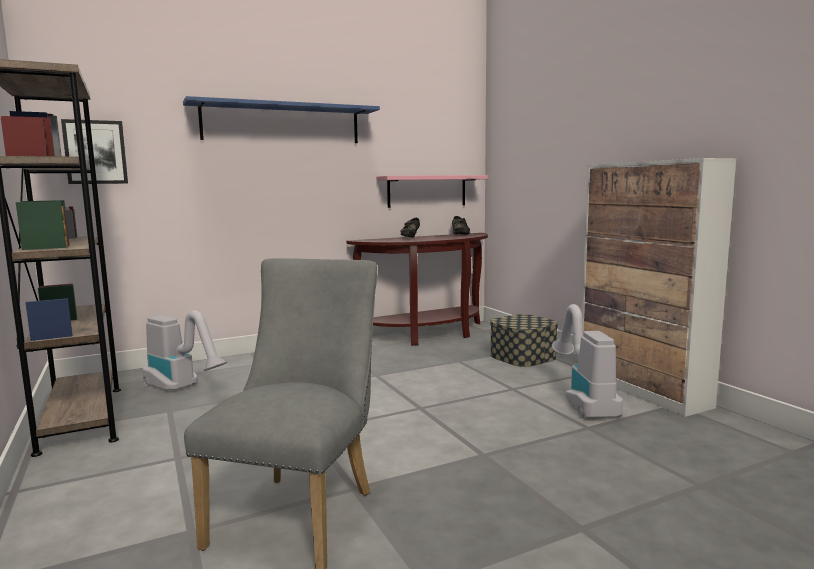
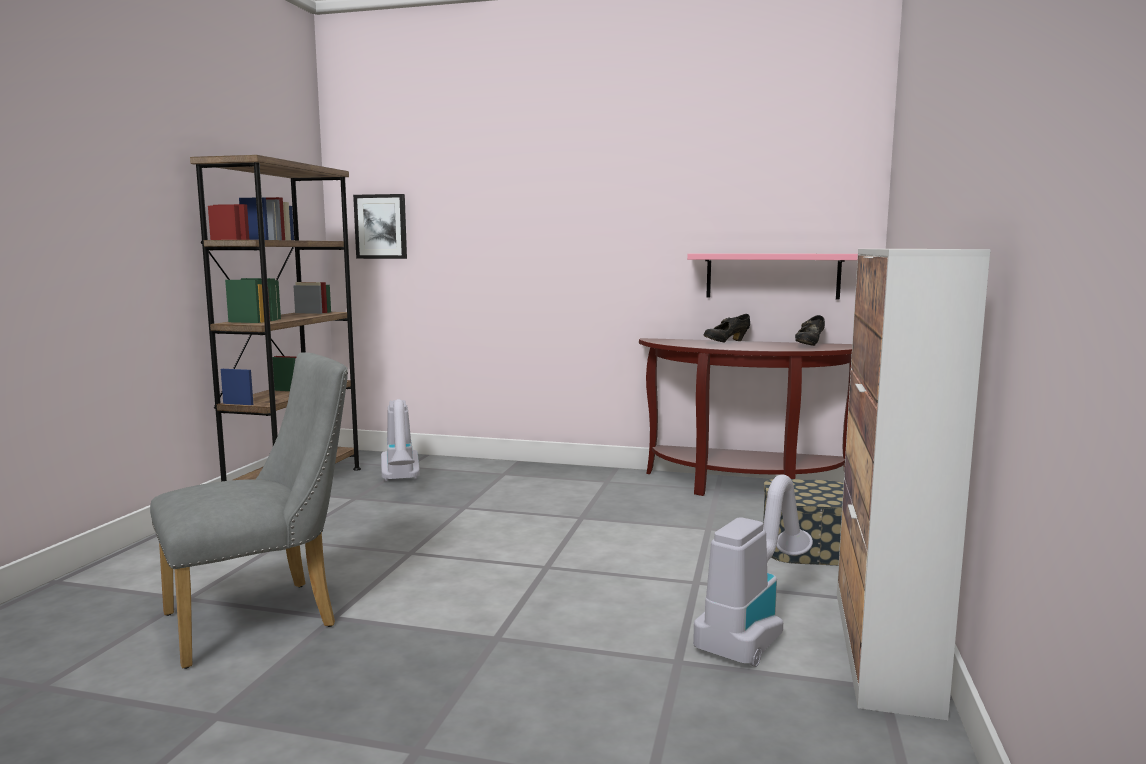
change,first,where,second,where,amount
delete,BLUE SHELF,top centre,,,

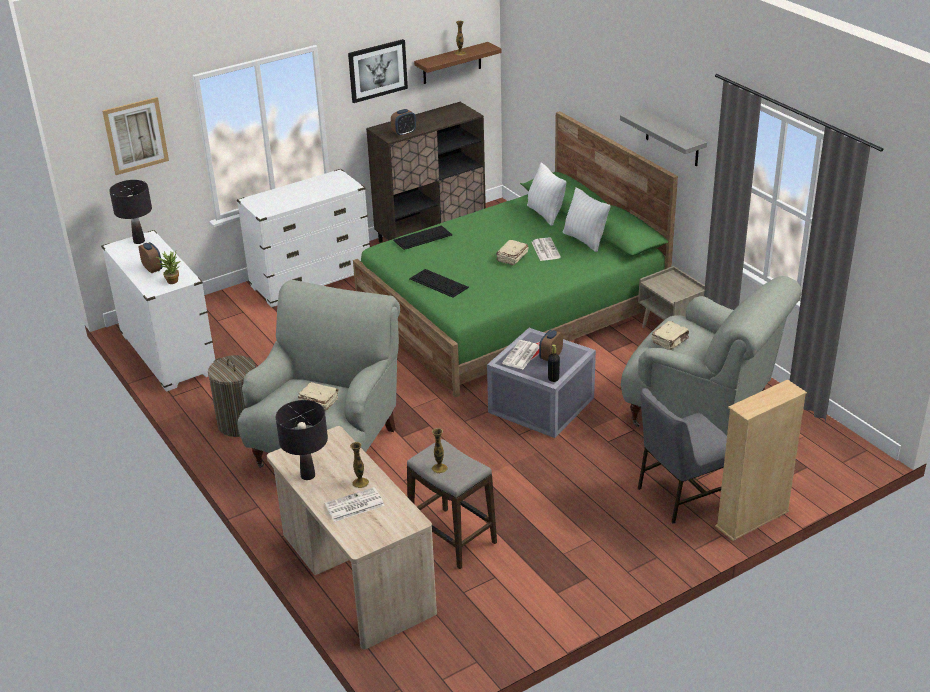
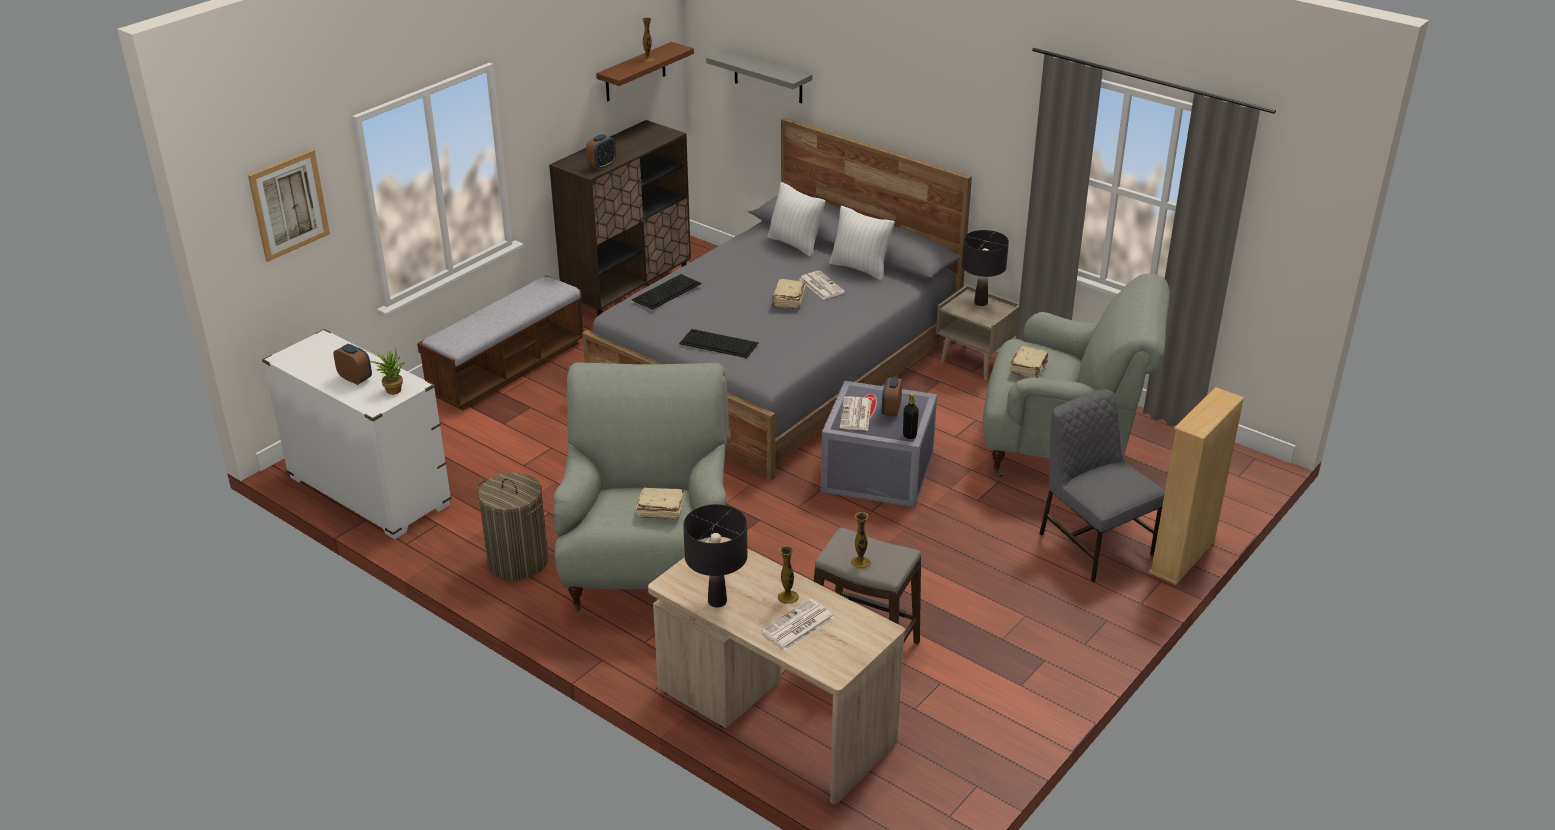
change,first,where,second,where,amount
replace,WHITE DRESSER (2nd from left),middle left,BENCH,middle left,
recolor,GREEN BED,centre,GREY BED,centre,
move,GREY SHELF,top right,,top centre,
move,BLACK TABLE LAMP (1st from left in the first image),top left,BLACK TABLE LAMP (2nd from left),top centre,
rotate,GREY CHAIR,middle right,,middle right,105 degrees clockwise
delete,PICTURE (2nd from left),top centre,,,

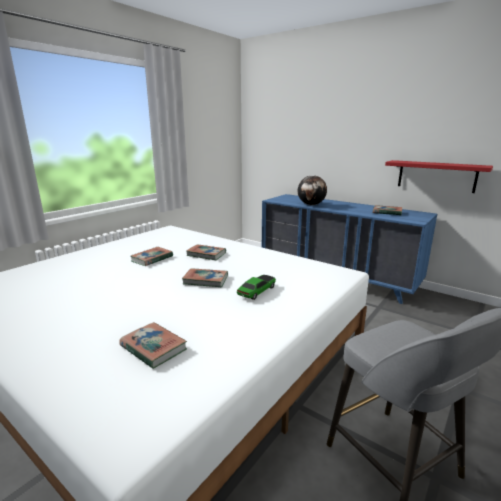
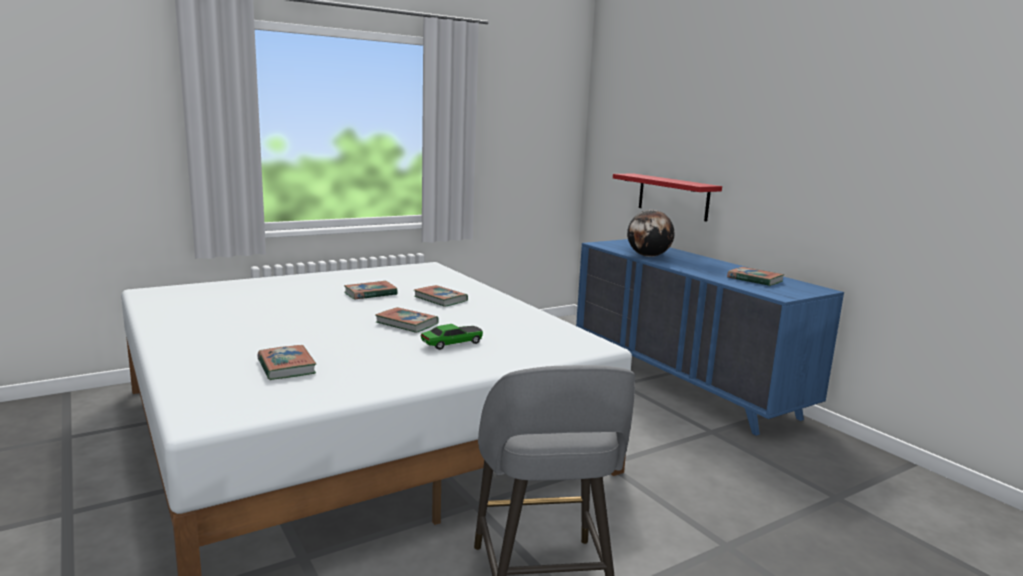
change,first,where,second,where,amount
move,RED SHELF,middle right,,centre,

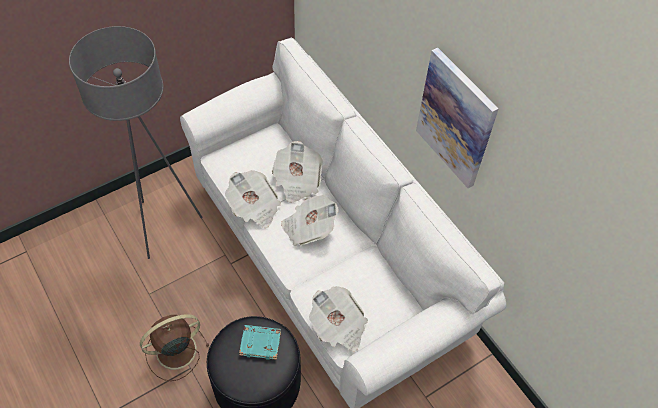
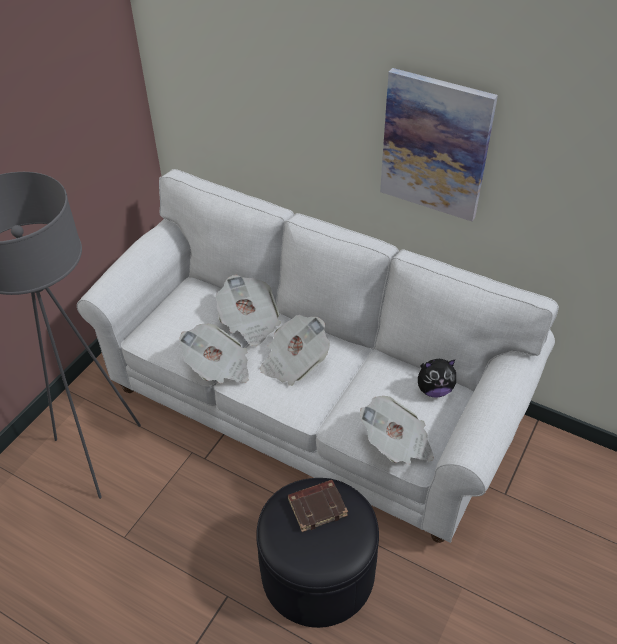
change,first,where,second,where,amount
recolor,TURQUOISE BOOK,bottom centre,BROWN BOOK,bottom centre,
insert,,,PLUSH TOY,middle right,
delete,BROWN FAN,bottom left,,,

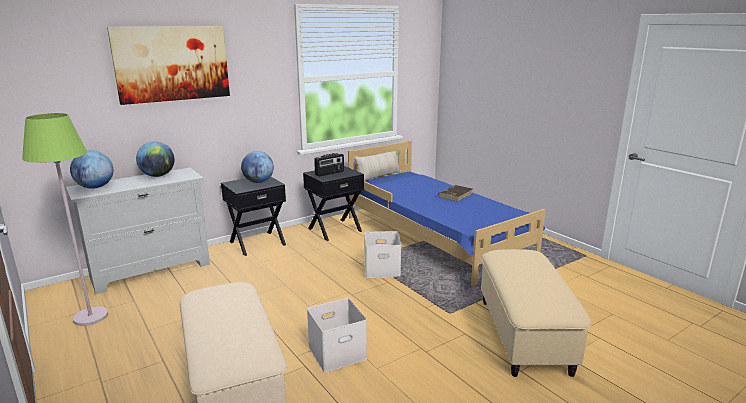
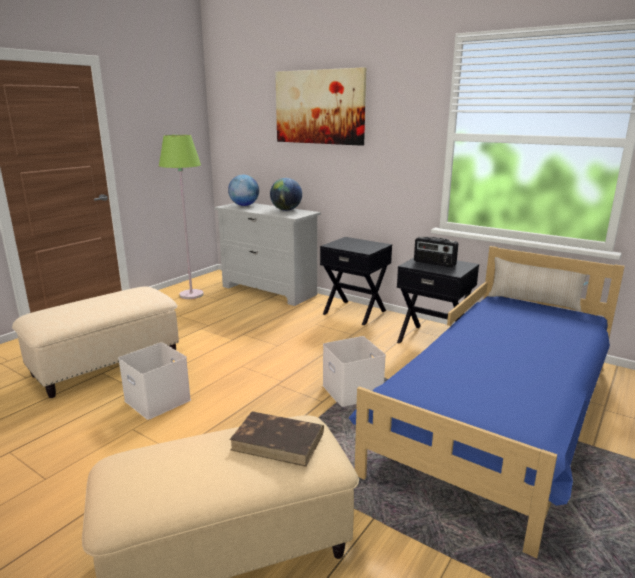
change,first,where,second,where,amount
move,BROWN BOOK,centre,,bottom centre,
delete,GLOBE (3rd from left),centre,,,

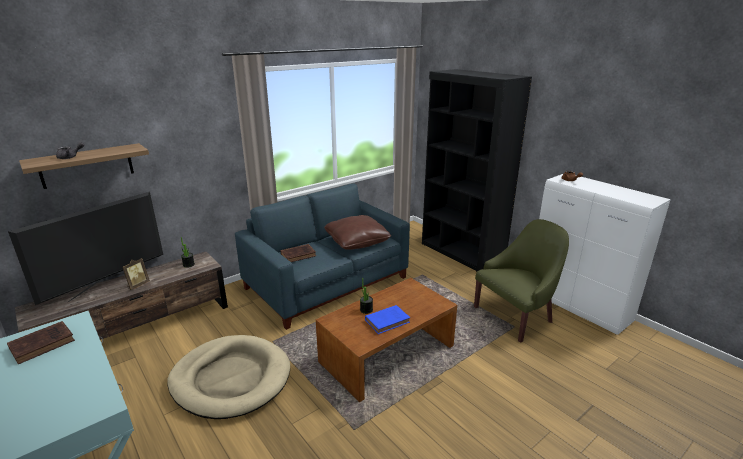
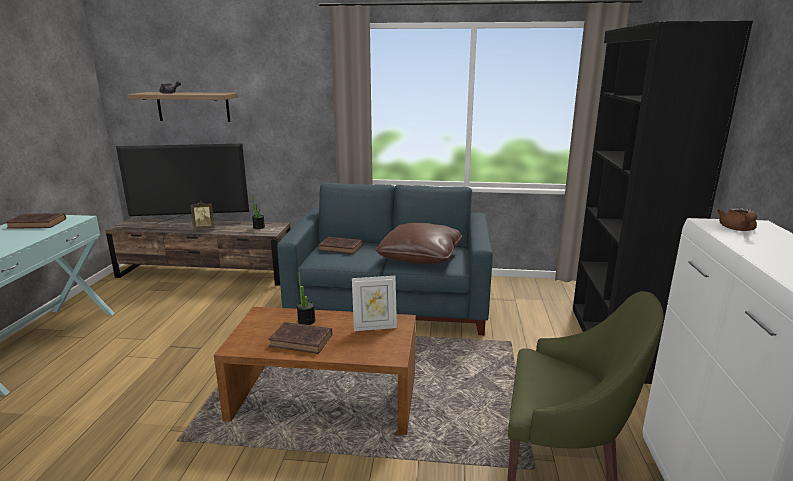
change,first,where,second,where,amount
recolor,BLUE BOOK,bottom centre,BROWN BOOK (2nd from left),bottom centre,
insert,,,PICTURE FRAME (2nd from left),centre,
delete,BEIGE DOG BED,bottom left,,,

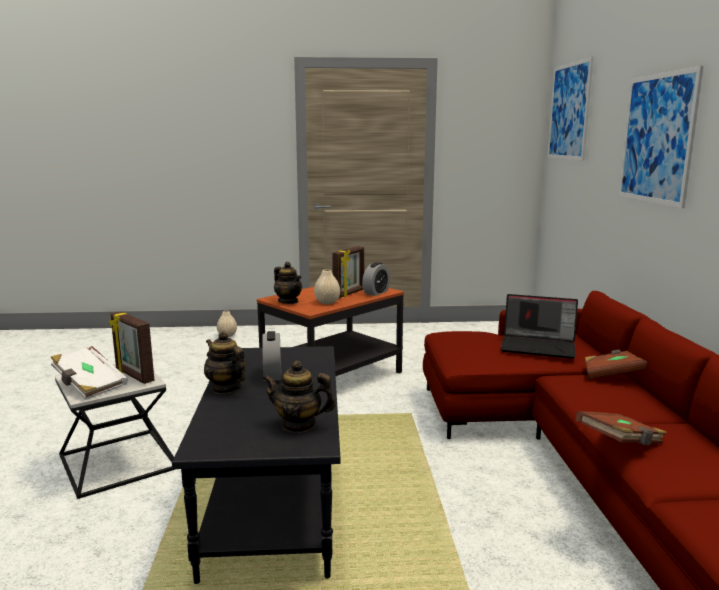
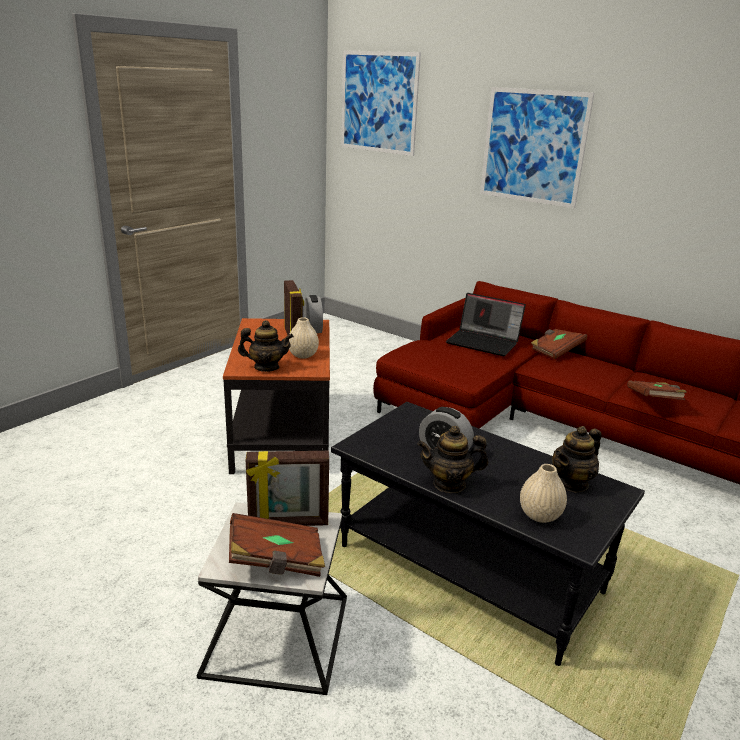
change,first,where,second,where,amount
recolor,WHITE BOOK,middle left,BROWN BOOK (1st from left),bottom centre,
rotate,LAPTOP,middle right,,centre,60 degrees clockwise
move,BEIGE VASE (1st from left in the first image),middle left,BEIGE VASE (2nd from left),middle right,

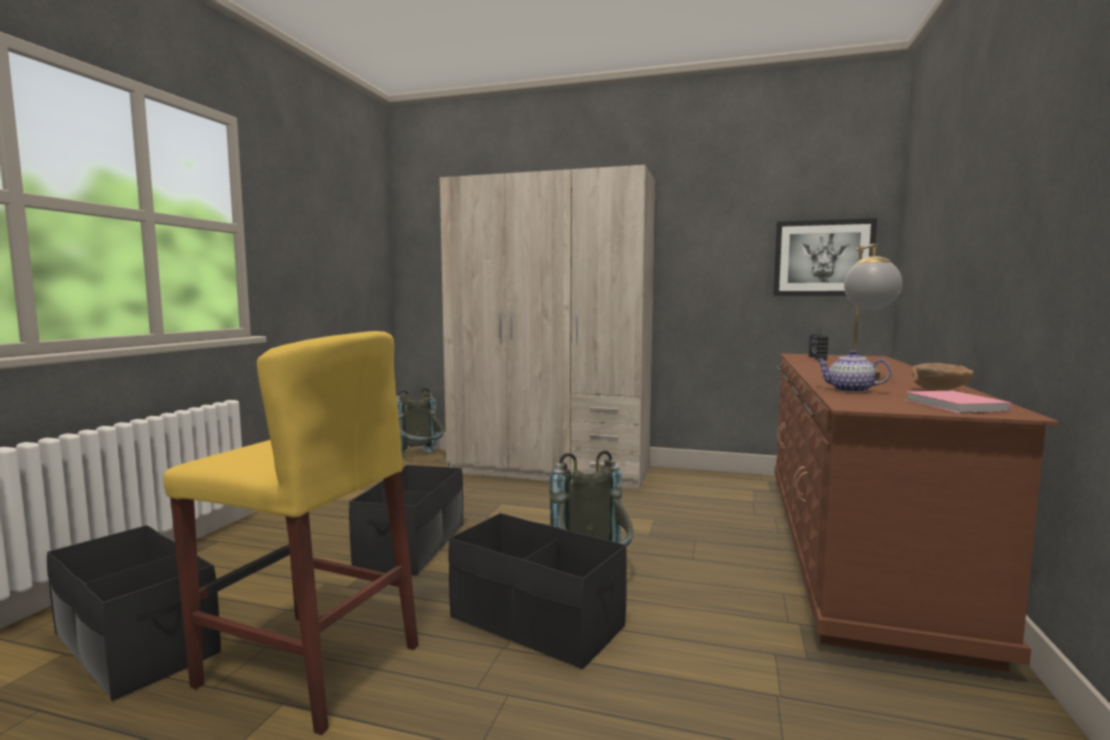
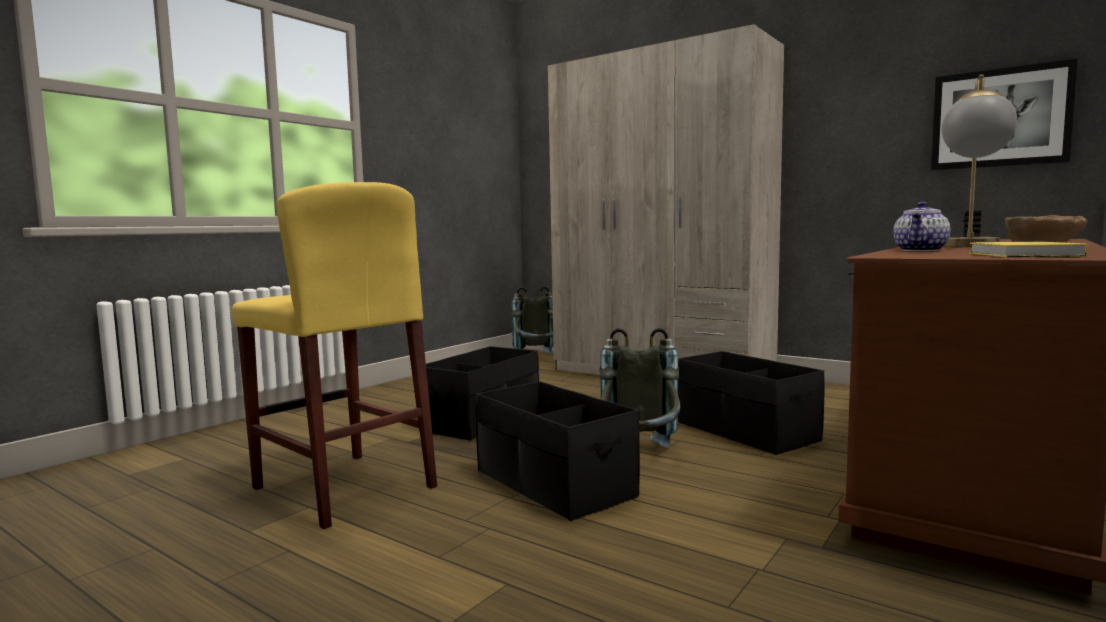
change,first,where,second,where,amount
move,BLACK STORAGE BOX (1st from left in the first image),bottom left,BLACK STORAGE BOX (3rd from left),middle right,
rotate,TEAPOT,middle right,,middle right,105 degrees counterclockwise
recolor,PINK BOOK,middle right,YELLOW BOOK,middle right,

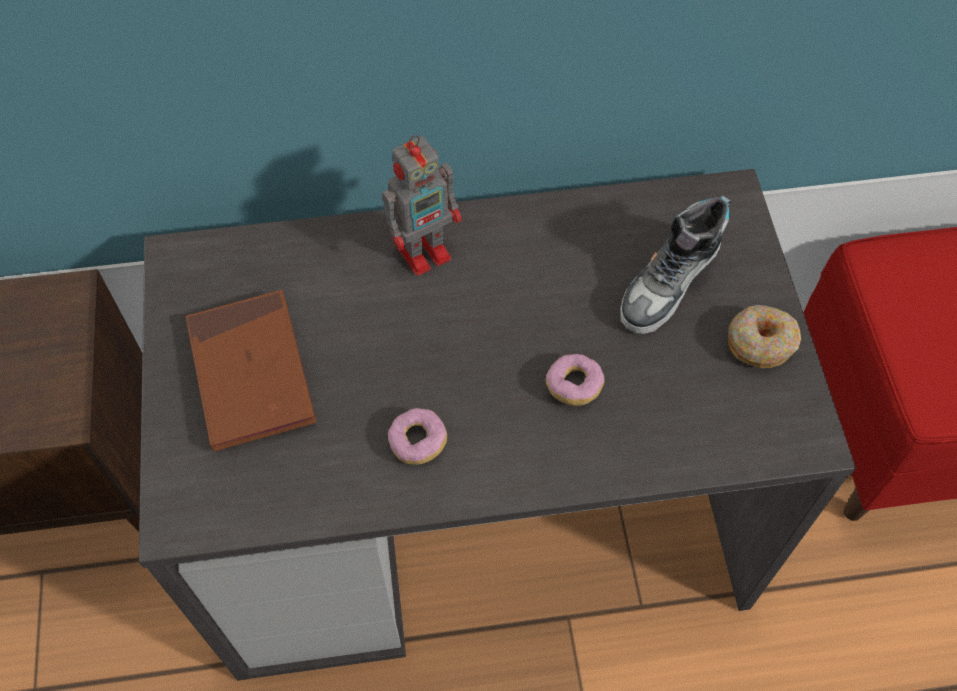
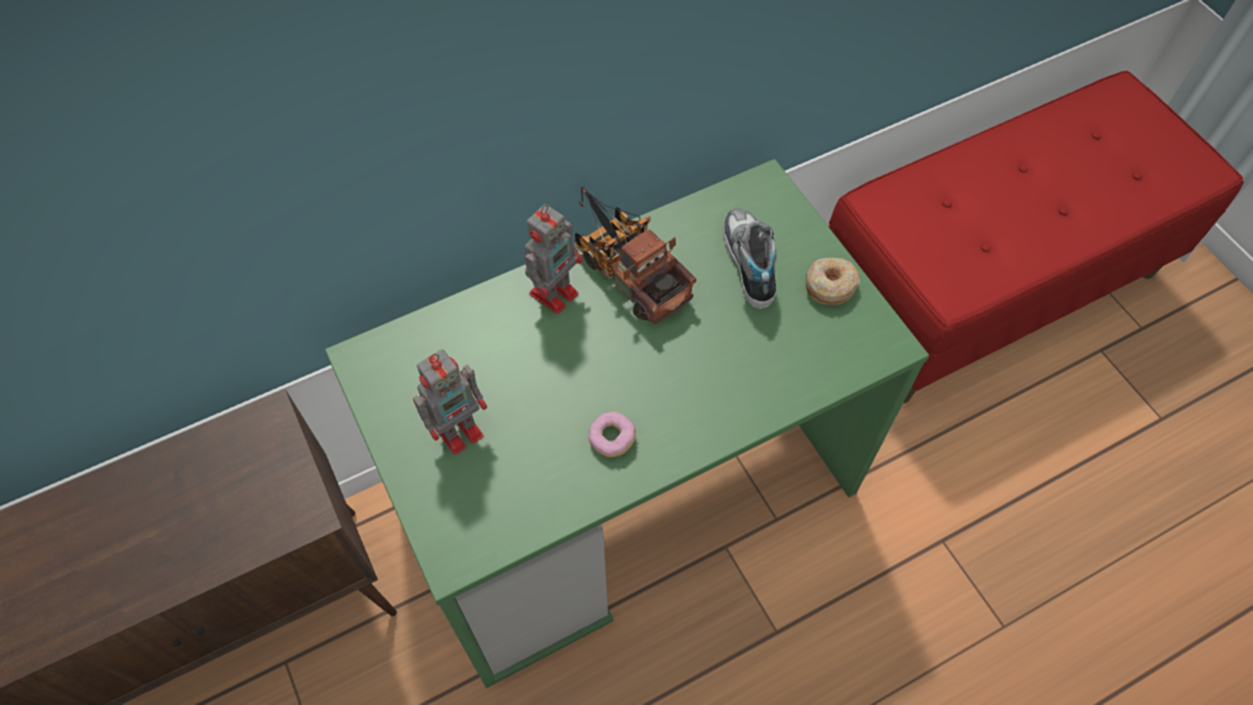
change,first,where,second,where,amount
recolor,GREY DESK,centre,GREEN DESK,centre,
replace,BROWN BOOK,middle left,TOY ROBOT (1st from left),centre,
insert,,,TOY TRUCK,centre,
rotate,SHOE,middle right,,centre,150 degrees clockwise
delete,DONUT (2nd from left),centre,,,

